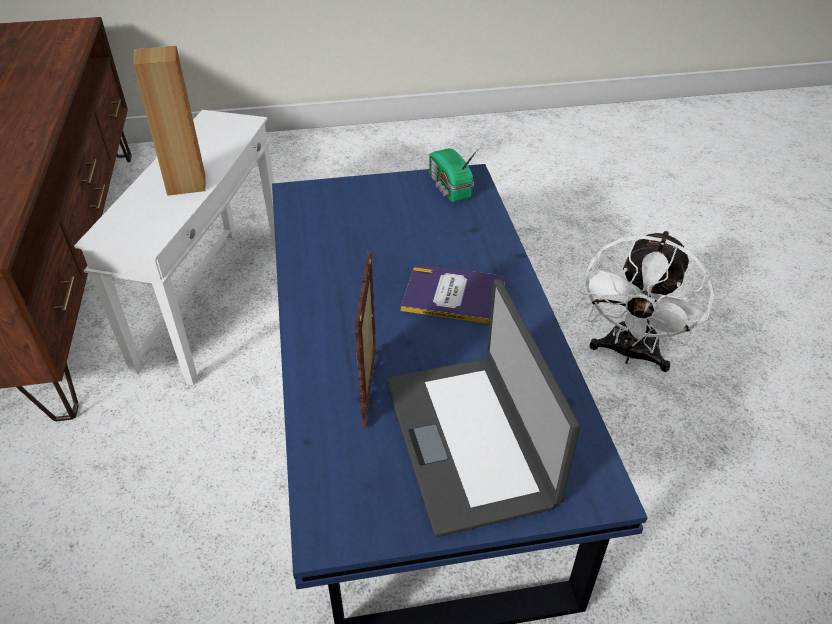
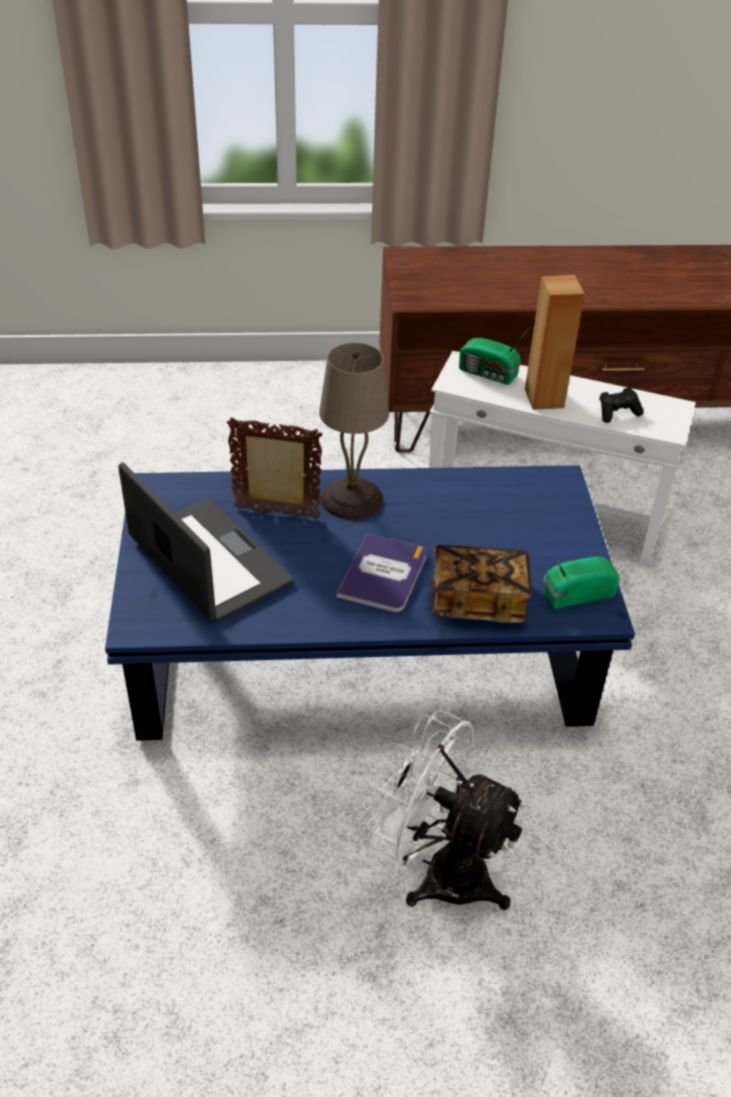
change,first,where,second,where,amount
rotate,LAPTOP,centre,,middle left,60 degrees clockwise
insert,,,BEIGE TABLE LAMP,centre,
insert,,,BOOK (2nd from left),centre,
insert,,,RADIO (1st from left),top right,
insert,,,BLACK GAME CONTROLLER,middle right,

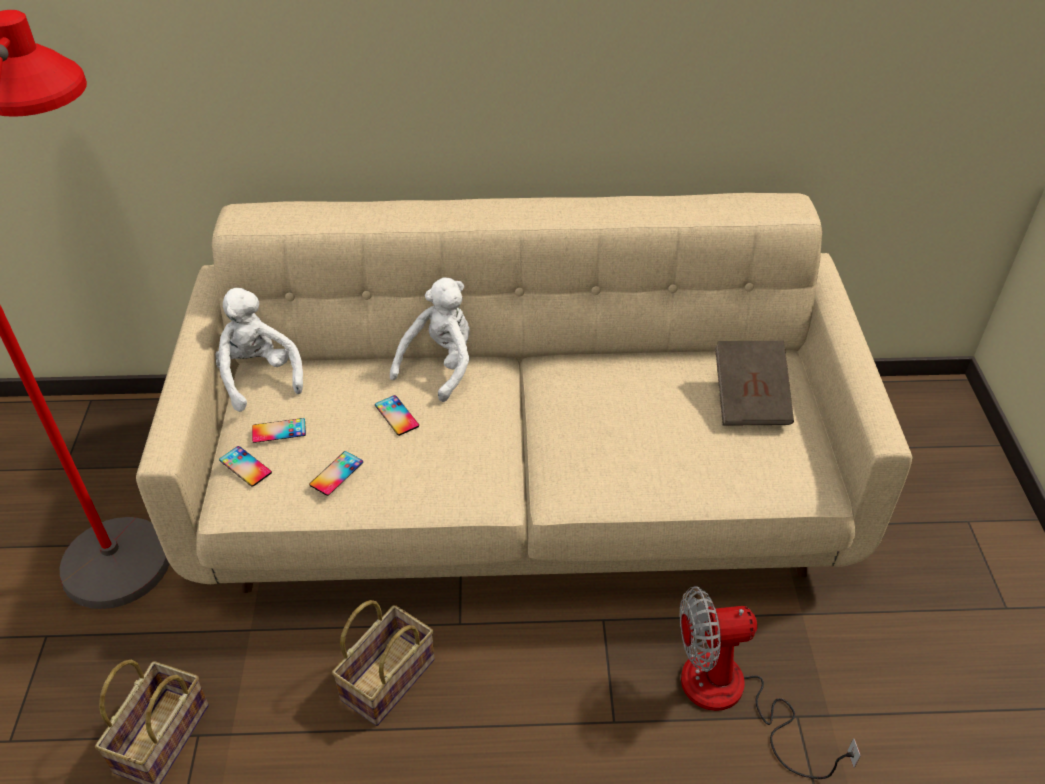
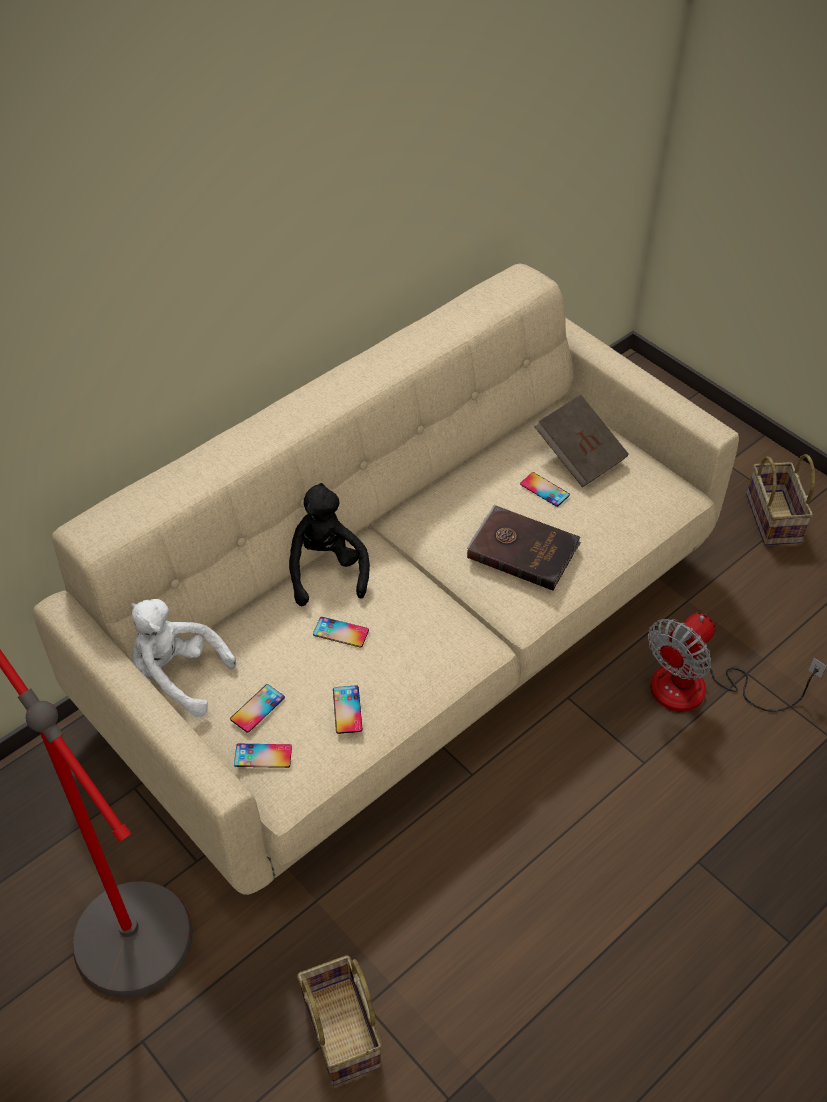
change,first,where,second,where,amount
recolor,WHITE PLUSH TOY (2nd from left),centre,BLACK PLUSH TOY,centre,
insert,,,BROWN BOOK (1st from left),centre,
insert,,,PHONE (5th from left),centre,
move,BASKET (2nd from left),bottom centre,,middle right,

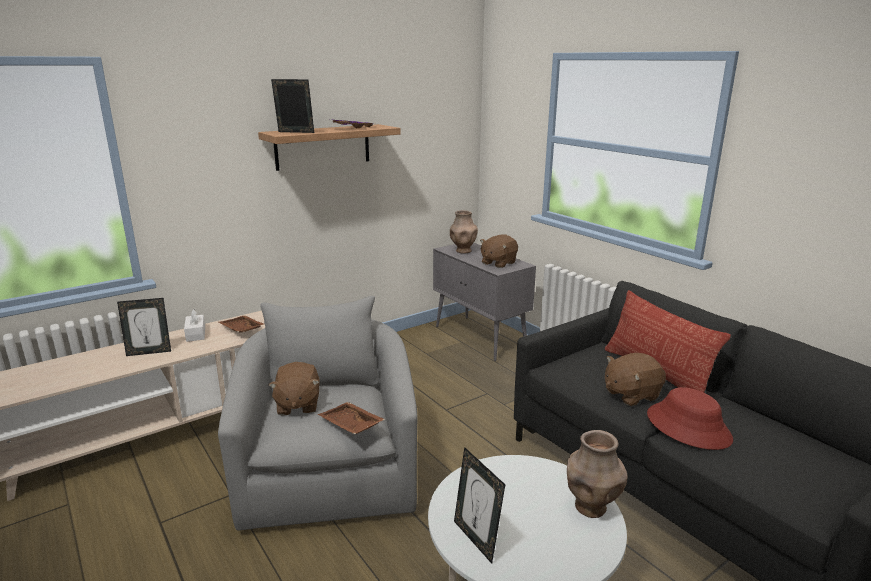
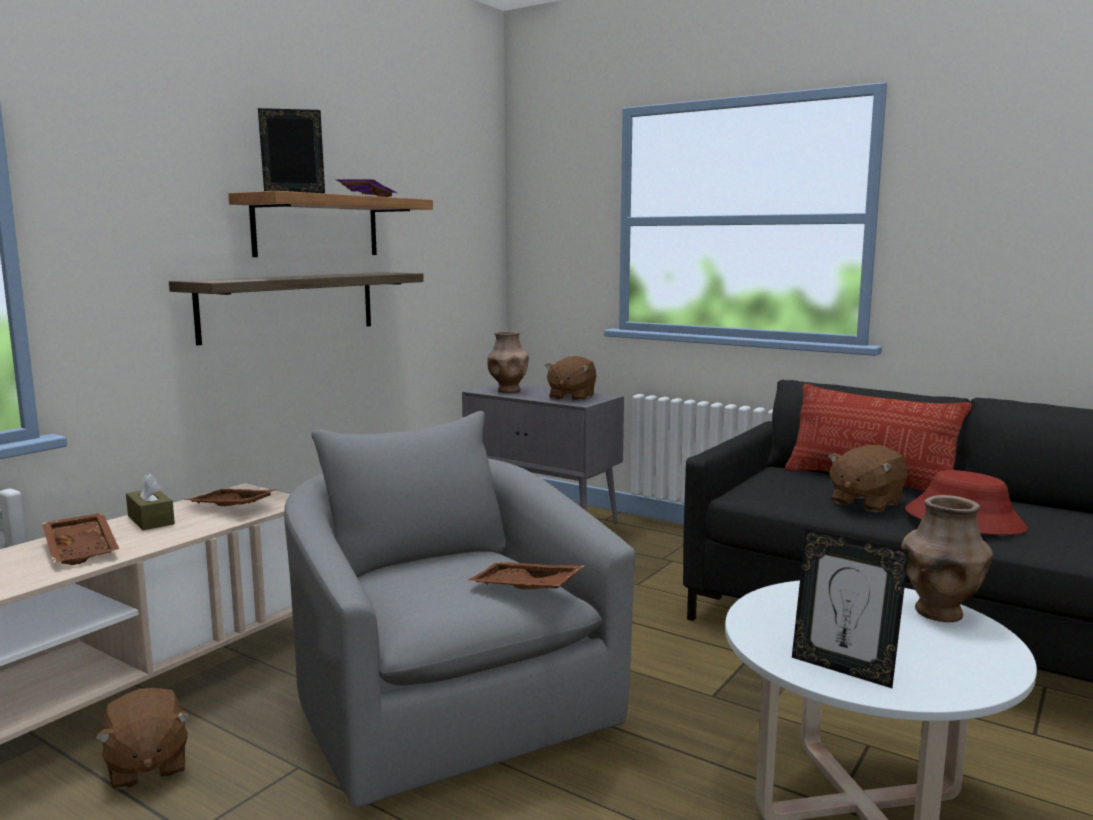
change,first,where,second,where,amount
replace,PICTURE FRAME (1st from left),middle left,BROWN TRAY (1st from left),middle left,
move,BROWN PLUSH TOY (1st from left),bottom centre,,bottom left,
recolor,WHITE TISSUE BOX,middle left,BROWN TISSUE BOX,middle left,
insert,,,SHELF (1st from left),middle left,

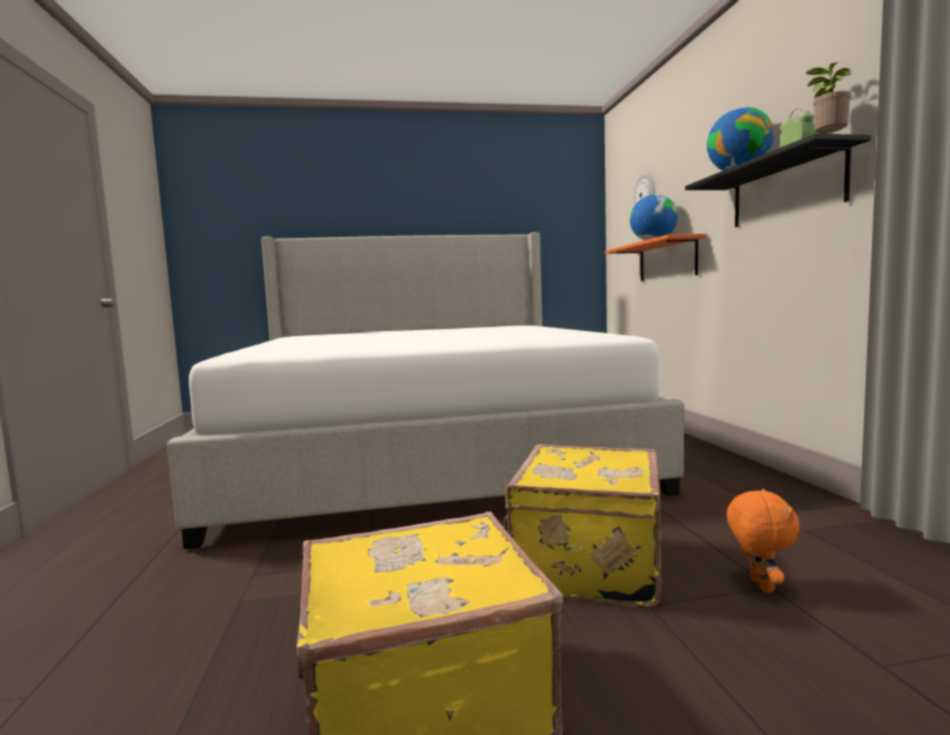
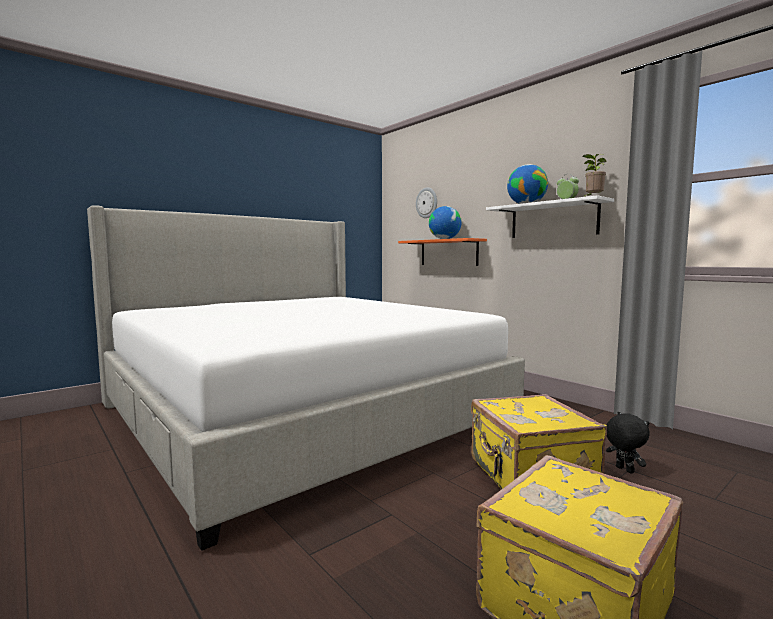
change,first,where,second,where,amount
recolor,BLACK SHELF,top right,WHITE SHELF,middle right,
recolor,ORANGE PLUSH TOY,bottom right,BLACK PLUSH TOY,bottom right,

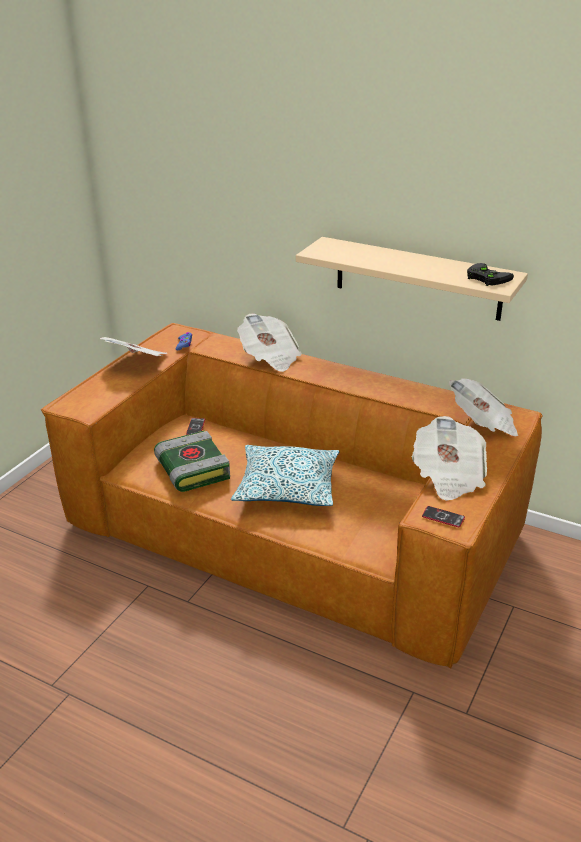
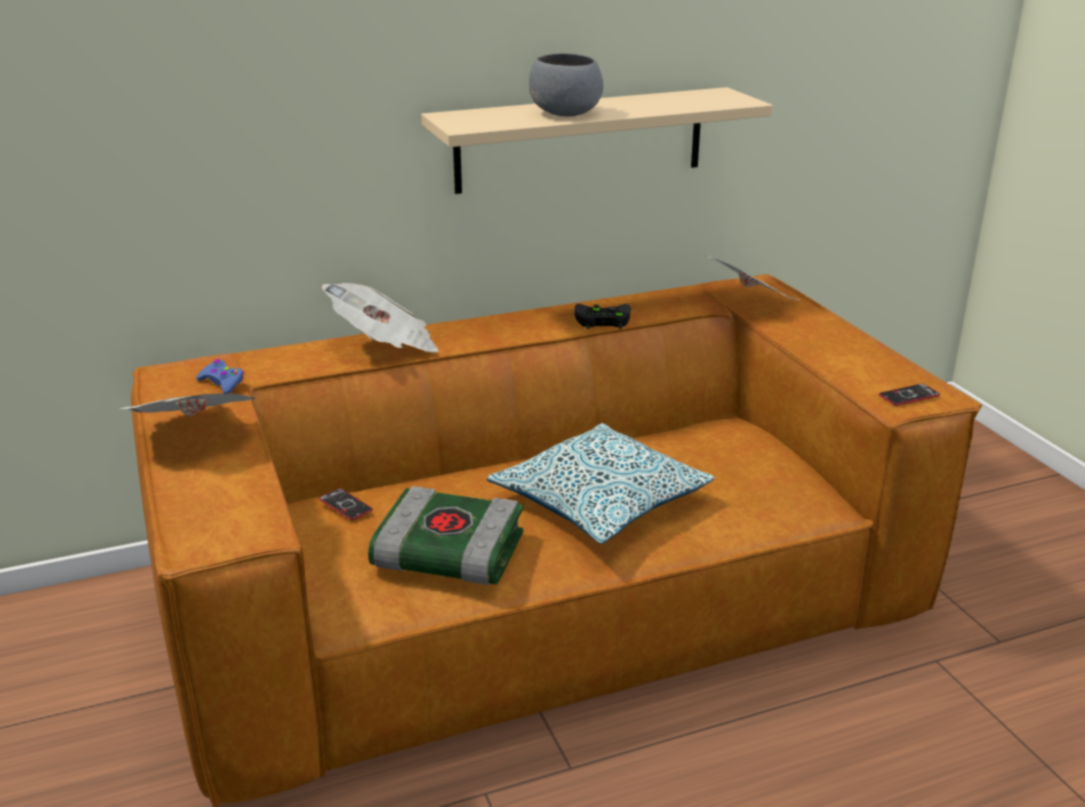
change,first,where,second,where,amount
insert,,,GREY BOWL,top centre,
move,BLACK GAME CONTROLLER,top right,,centre,
delete,NEWSPAPER (3rd from left),middle right,,,

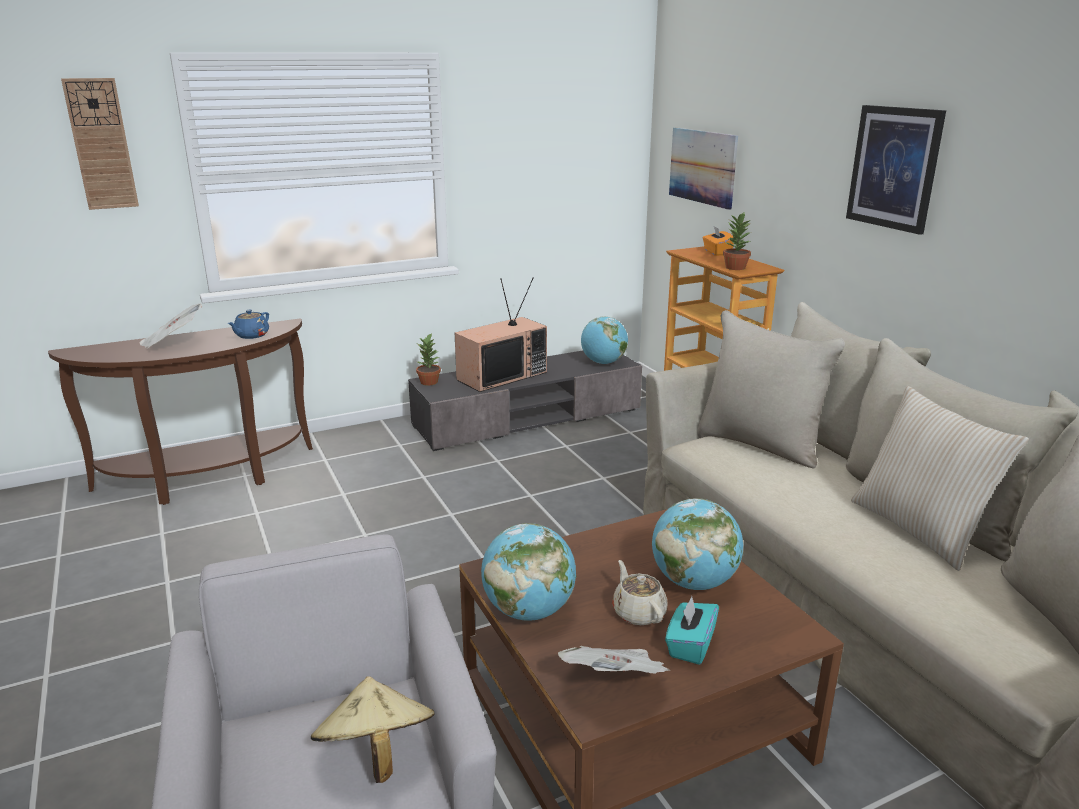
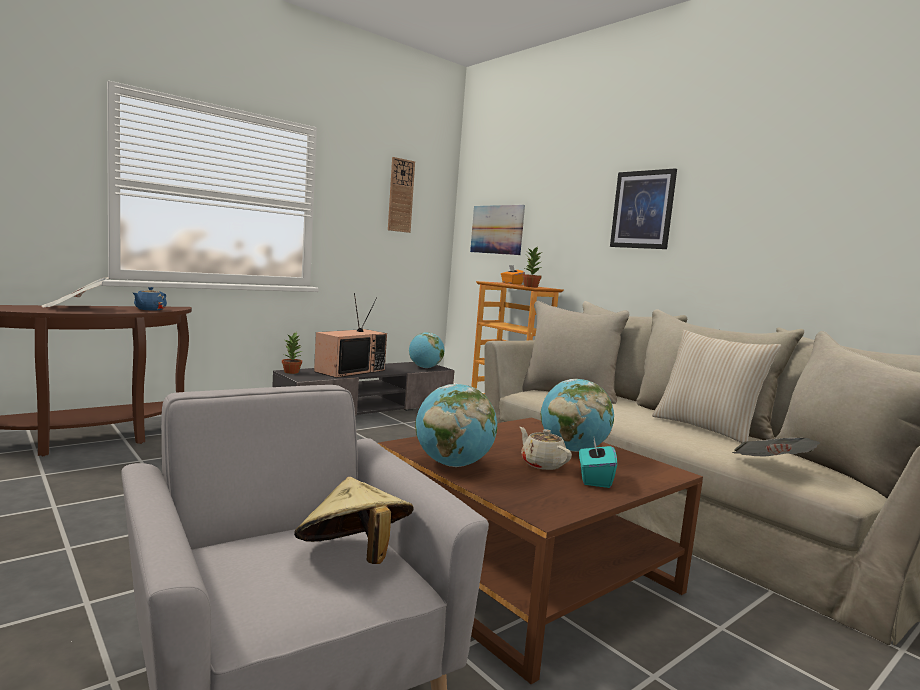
change,first,where,second,where,amount
move,WALL CLOCK,top left,,top centre,
move,NEWSPAPER (2nd from left),bottom centre,,middle right,

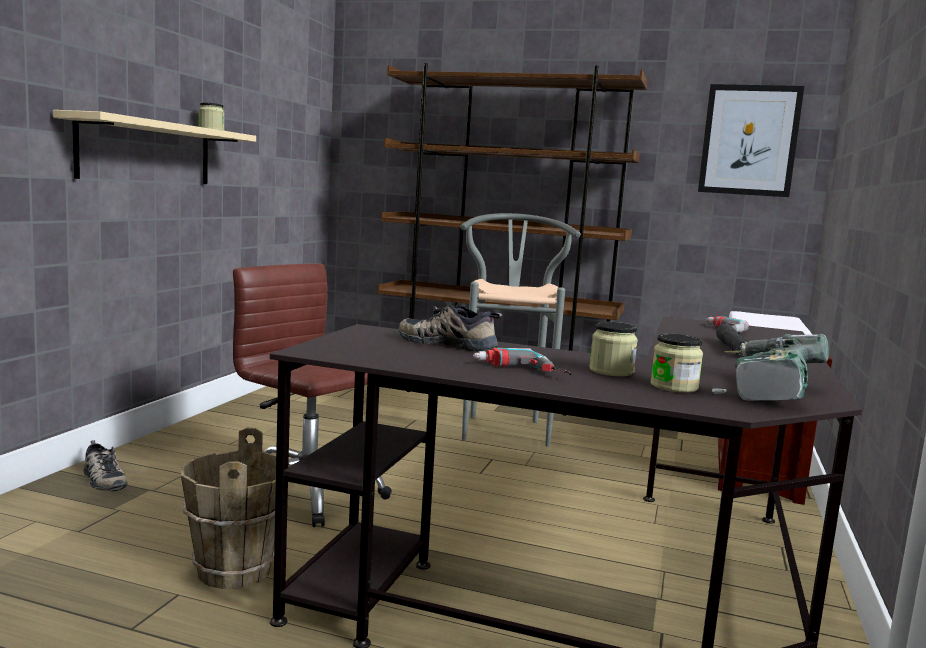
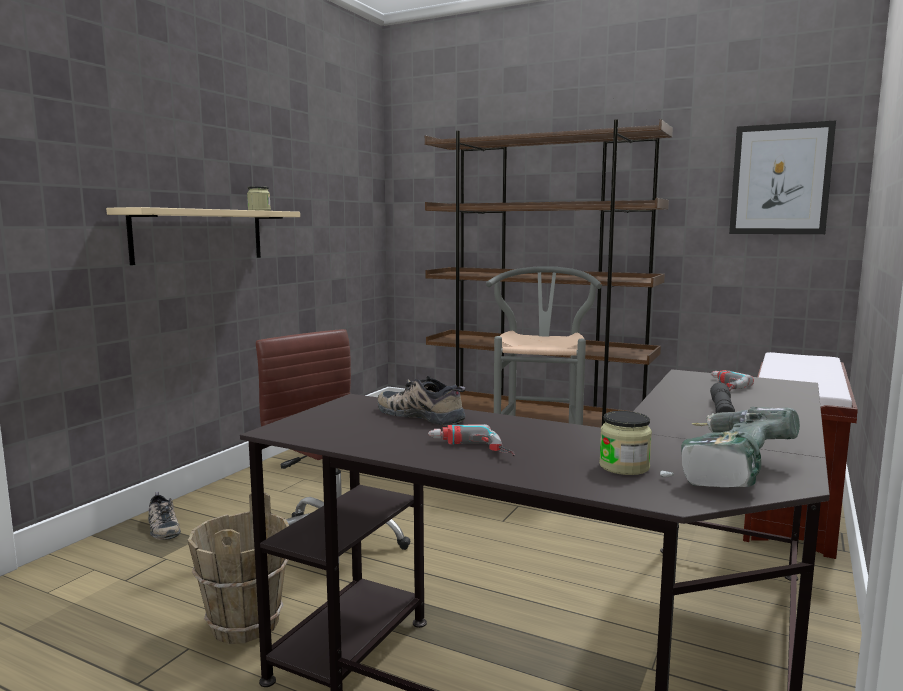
change,first,where,second,where,amount
delete,JAR (2nd from left),centre,,,

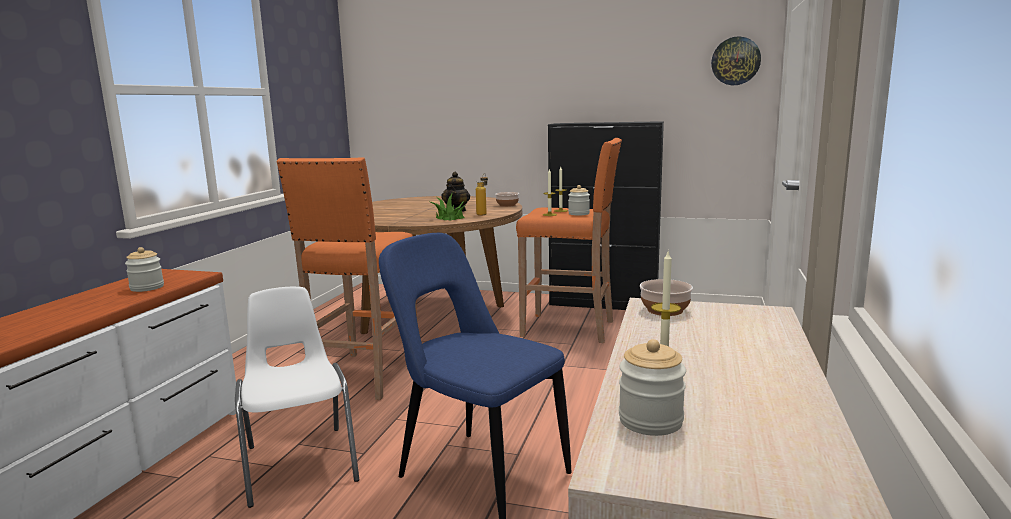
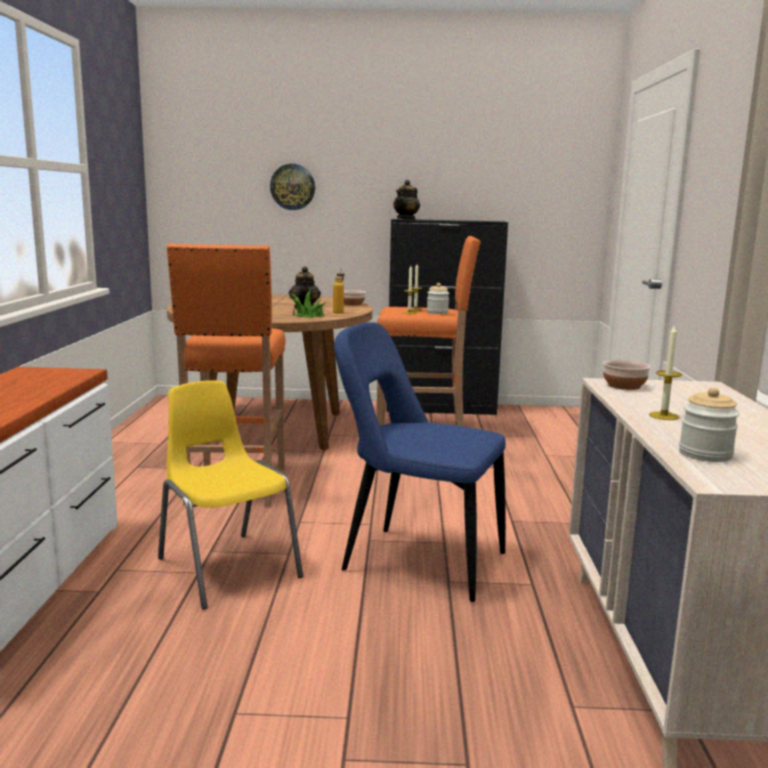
change,first,where,second,where,amount
recolor,WHITE CHAIR,bottom left,YELLOW CHAIR,middle left,
move,WALL CLOCK,top right,,top centre,
insert,,,TEAPOT (2nd from left),top centre,
delete,JAR (1st from left),middle left,,,

